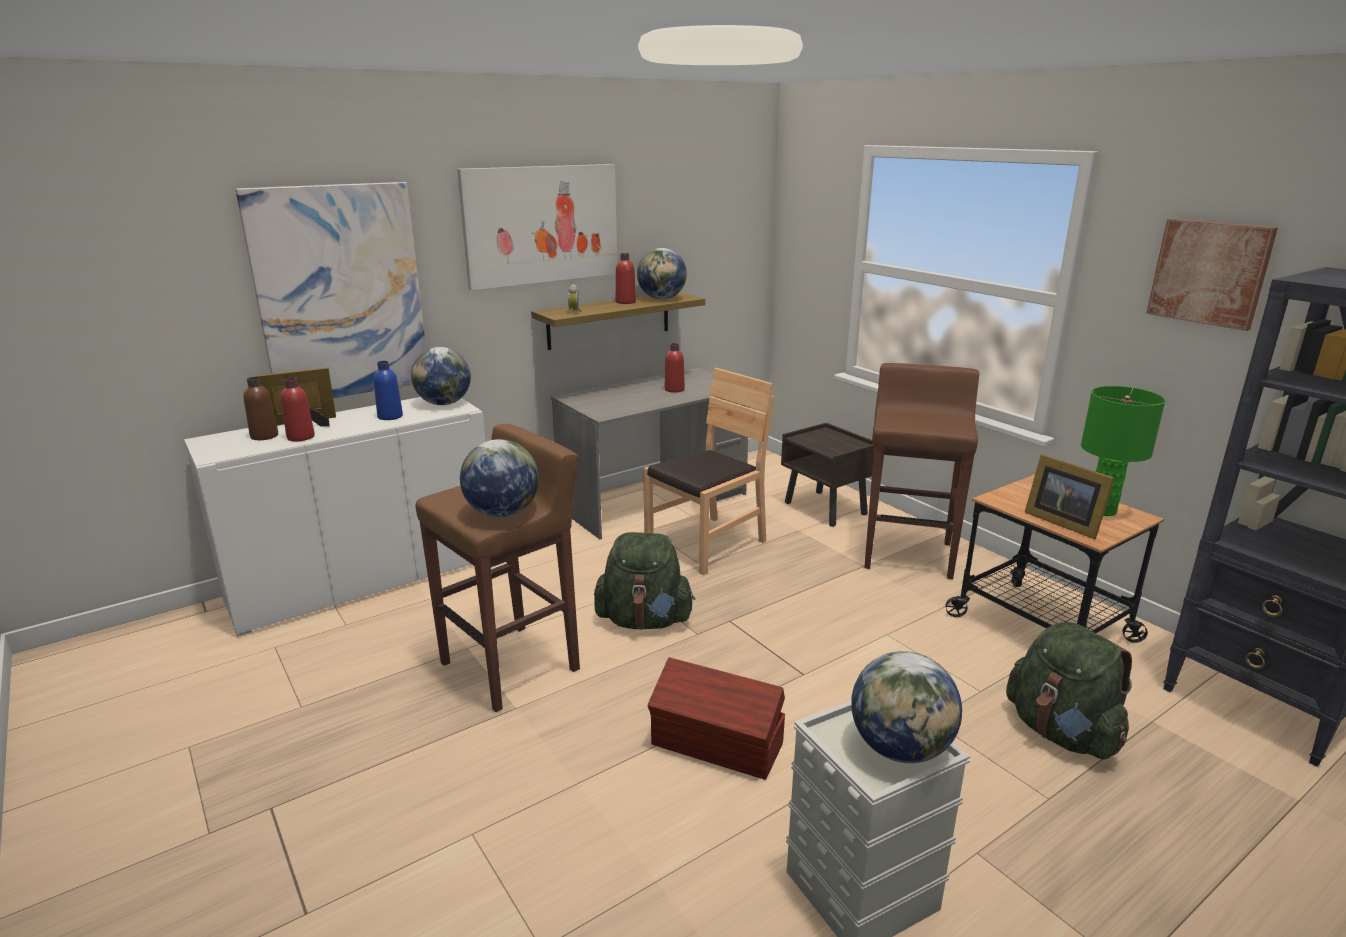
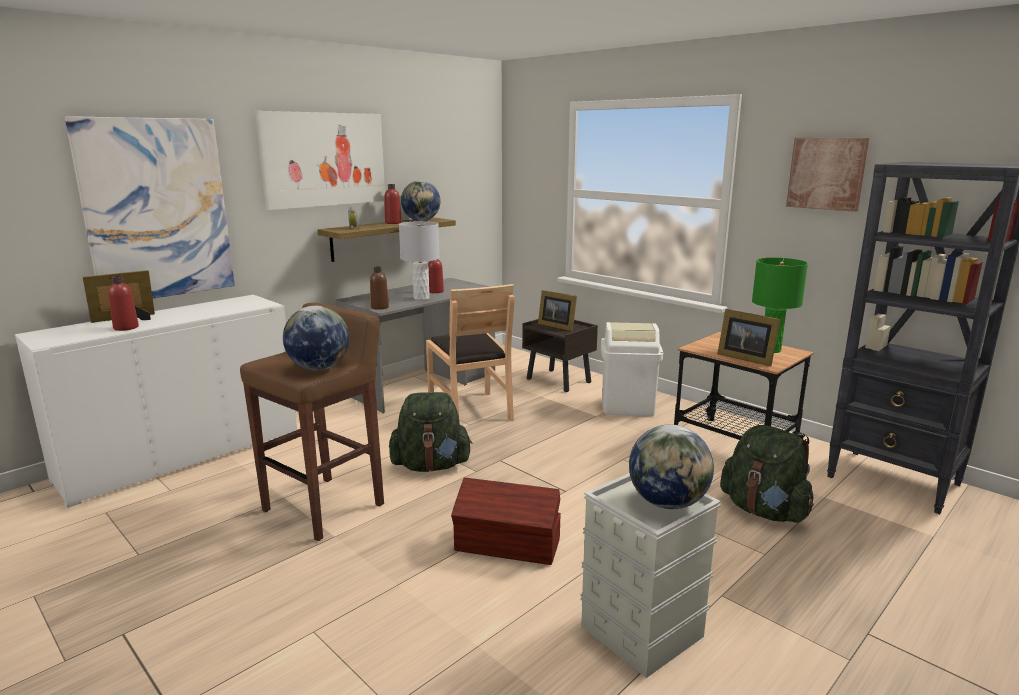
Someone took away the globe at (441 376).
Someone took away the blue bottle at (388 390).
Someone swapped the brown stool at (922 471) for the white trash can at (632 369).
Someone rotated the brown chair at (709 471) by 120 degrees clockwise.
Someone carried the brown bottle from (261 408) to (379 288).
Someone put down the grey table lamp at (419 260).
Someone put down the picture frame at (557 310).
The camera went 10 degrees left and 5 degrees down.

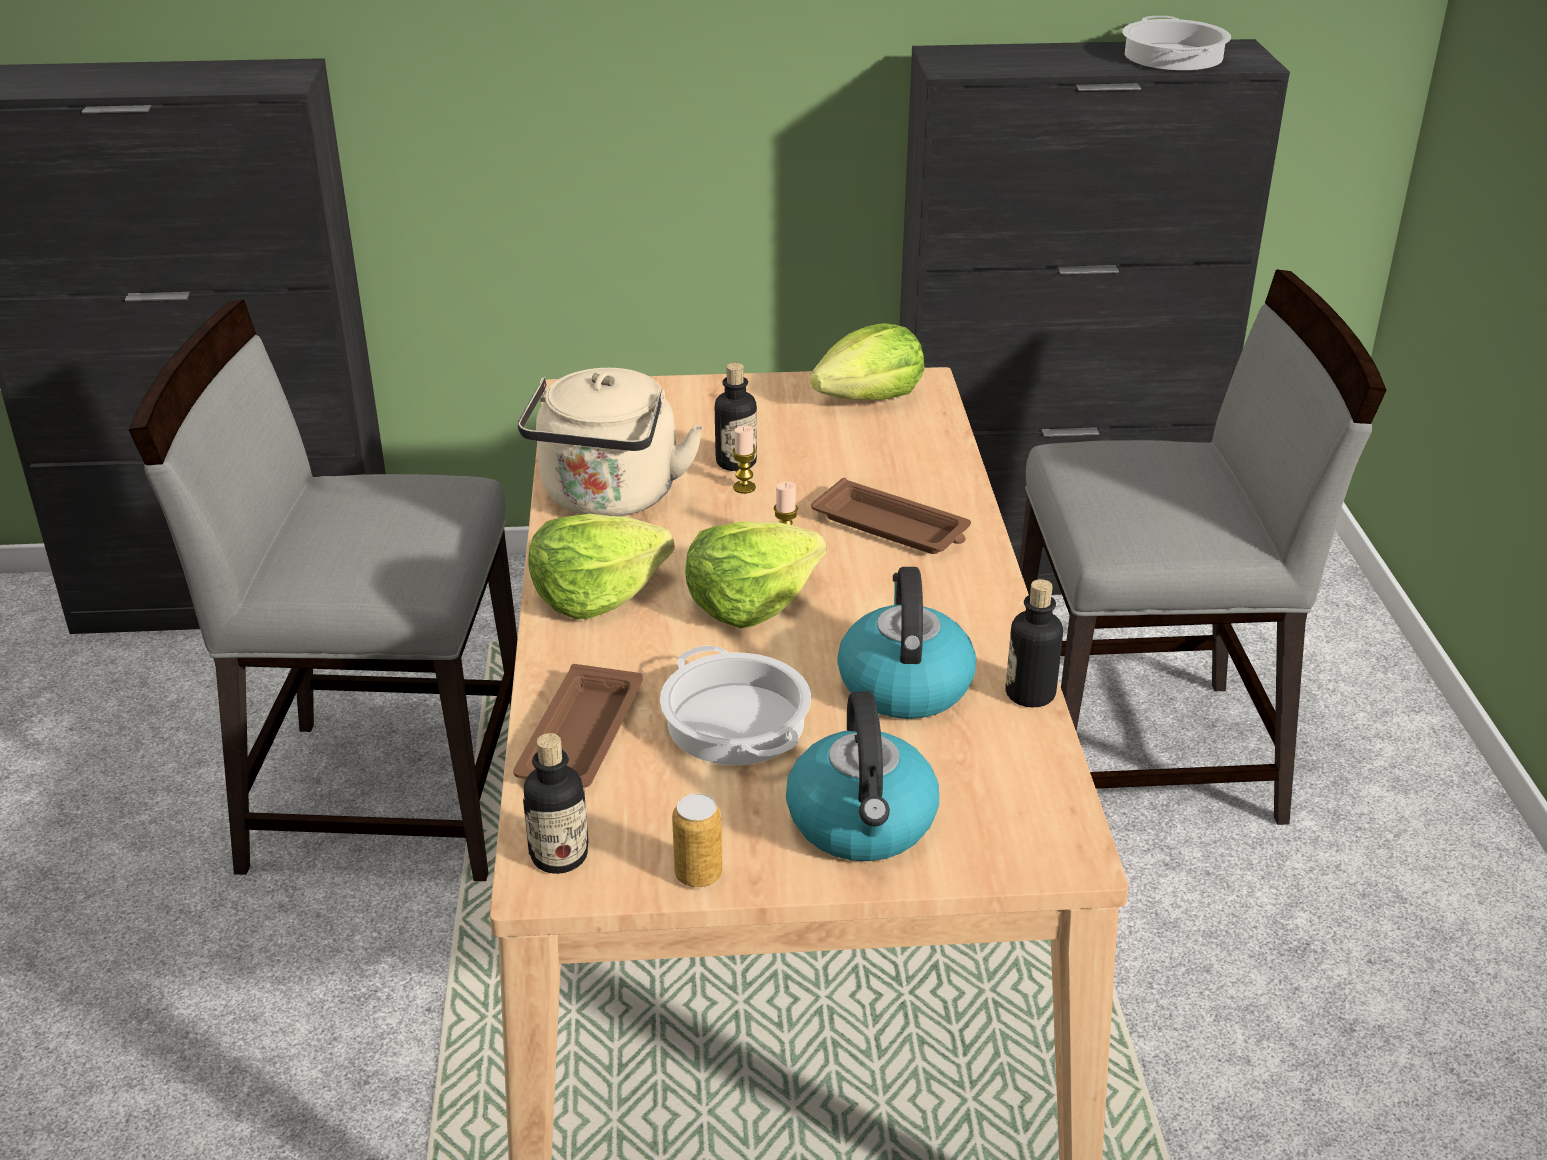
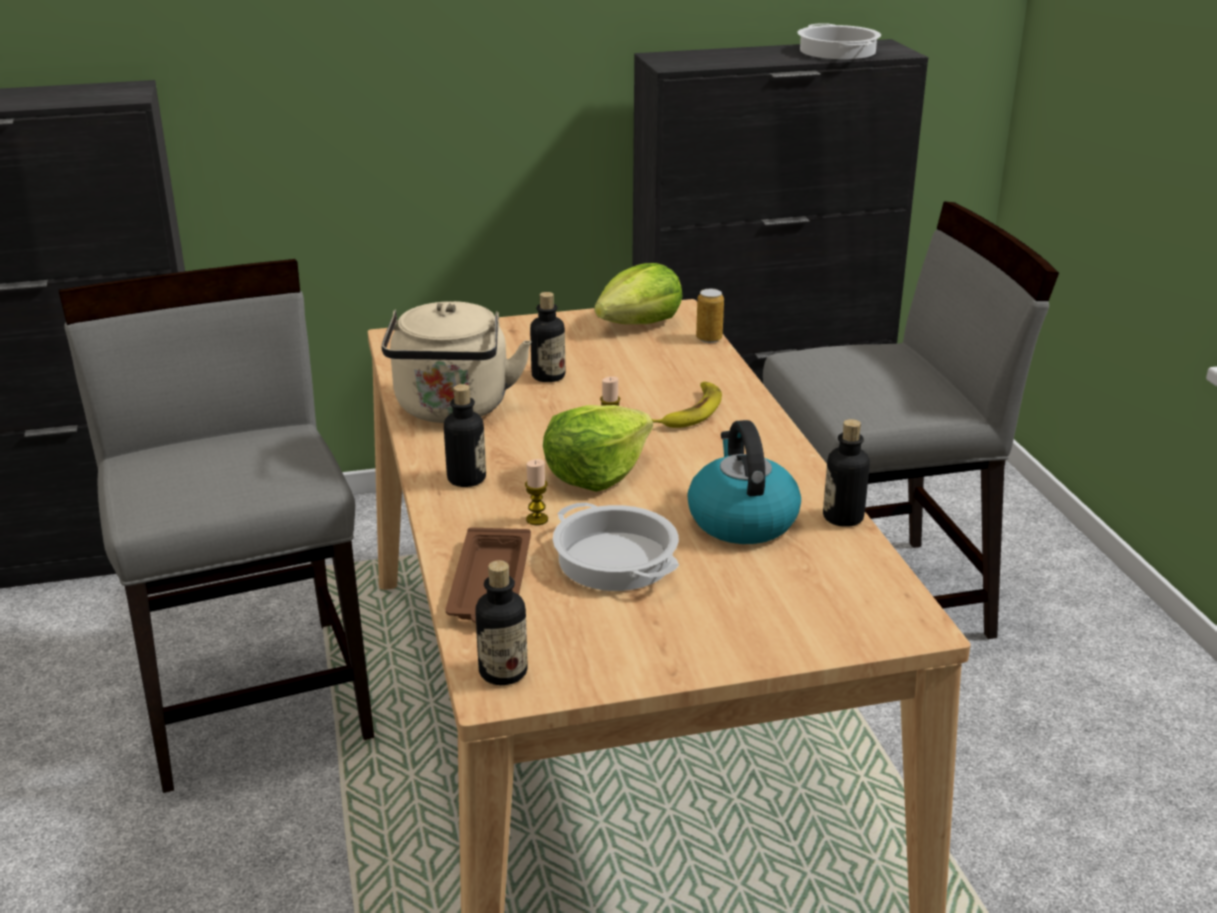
Someone rotated the grey chair at (323 590) by 75 degrees clockwise.
Someone carried the candle from (744 460) to (536 492).
Someone swapped the brown tray at (891 516) for the banana at (687 405).
Someone swapped the lettuce at (601 567) for the bottle at (465 435).
Someone took away the kettle at (862 776).
Someone carried the can from (697 840) to (710 316).
The camera went 10 degrees left and 5 degrees down.

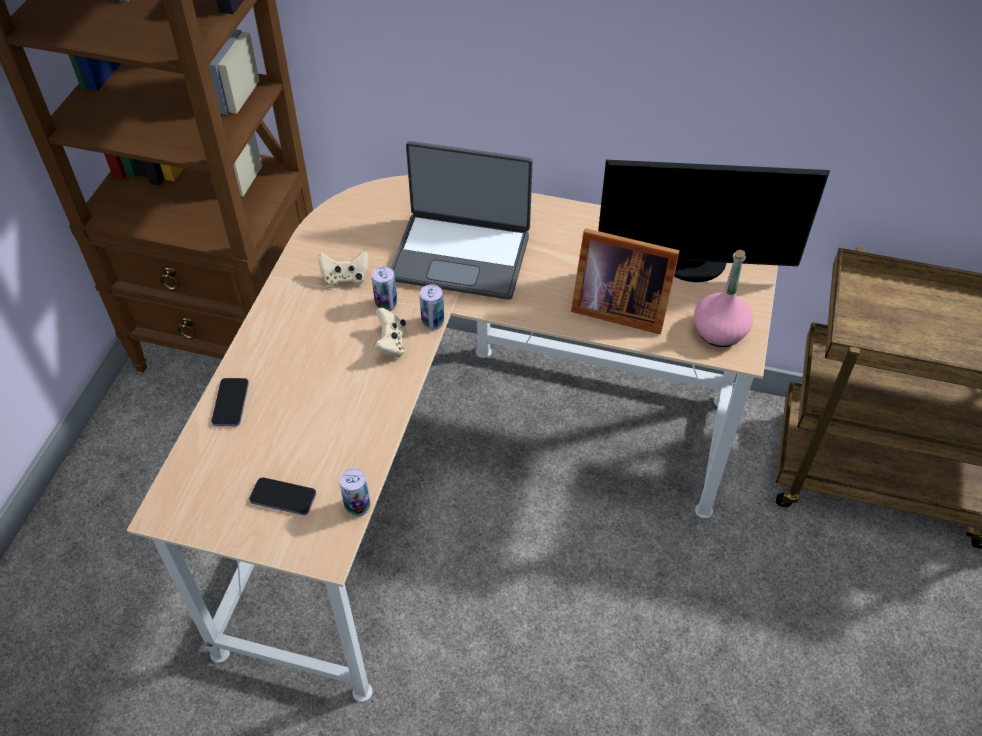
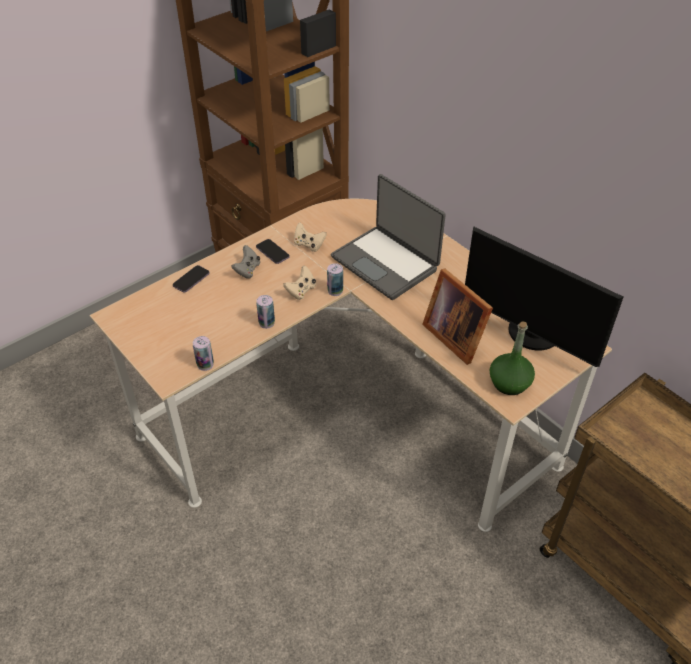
Someone repainted the pink bottle at (723 298), which became the green bottle at (512 358).
Someone carried the can from (384 288) to (265 312).
Someone carried the phone from (282 496) to (273 251).
Someone put down the grey game controller at (245 262).
The camera went 35 degrees right and 5 degrees down.

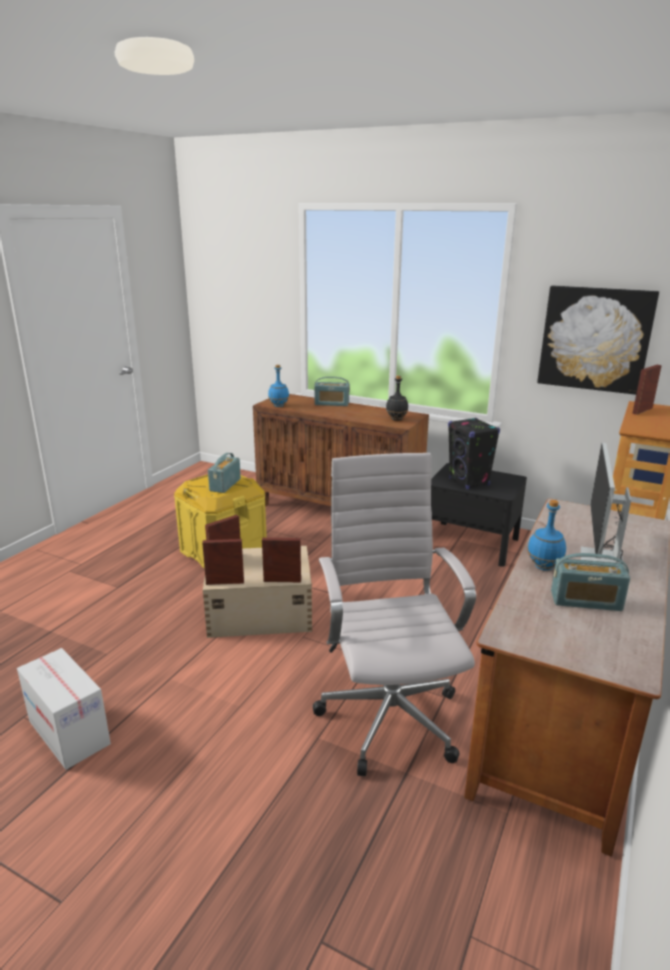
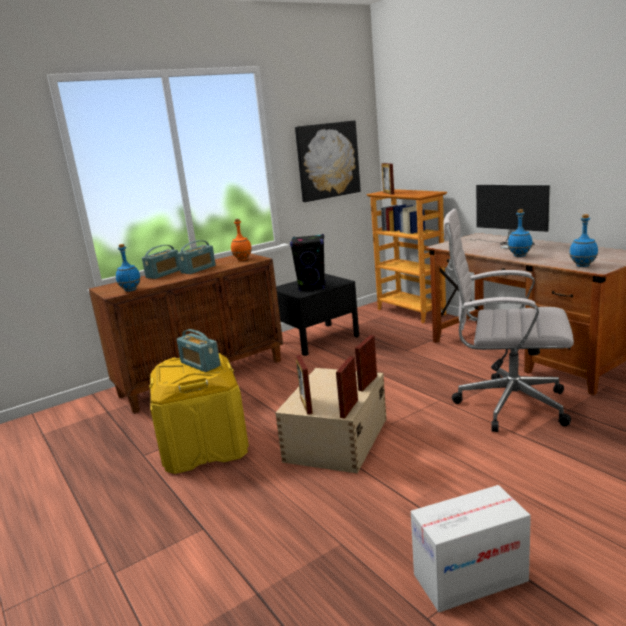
Someone repainted the black bottle at (397 398), which became the orange bottle at (241 240).
Someone carried the radio from (590 582) to (196 257).
Someone put down the blue bottle at (583 240).
The camera went 60 degrees left and 5 degrees down.

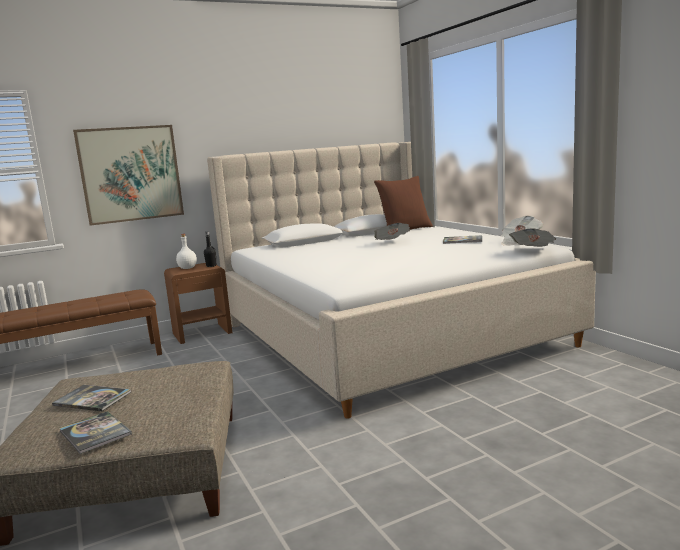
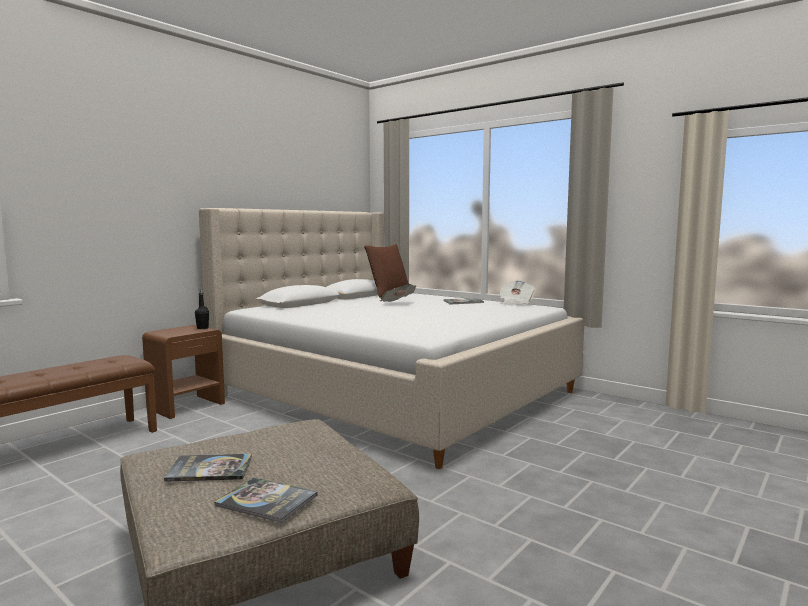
Someone took away the picture at (128 175).
Someone took away the newspaper at (532 237).
Someone took away the white bottle at (186 251).
The camera went 25 degrees left and 5 degrees down.

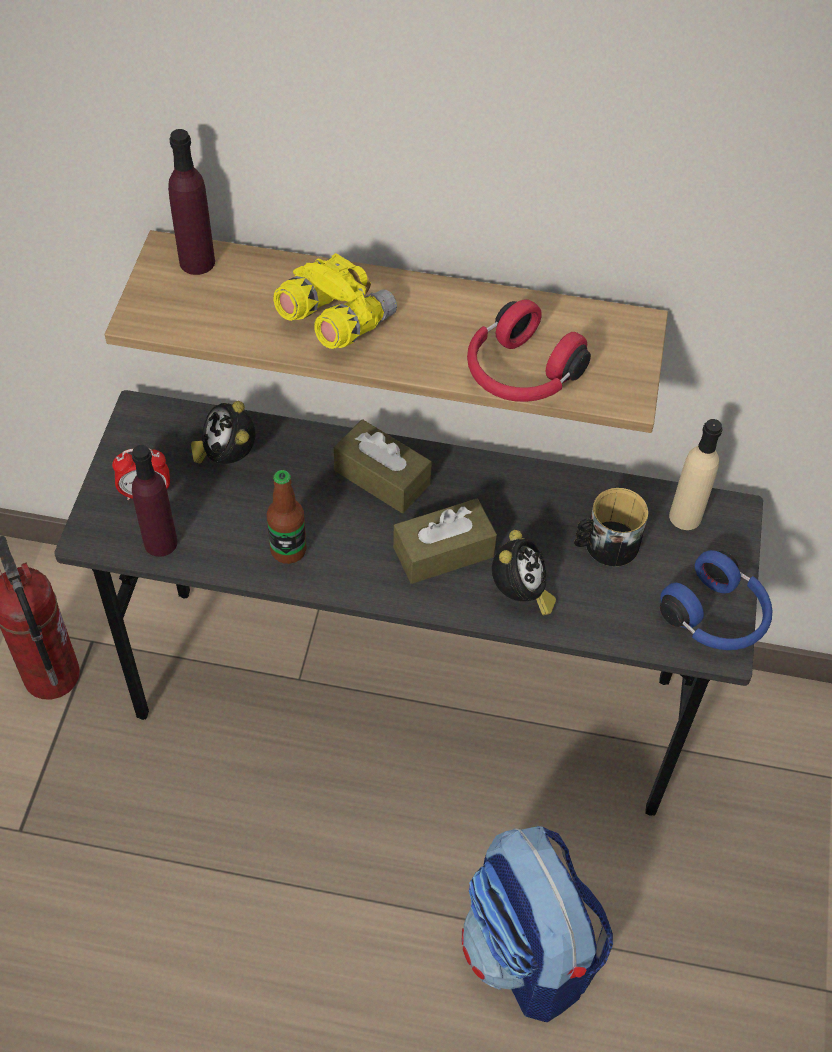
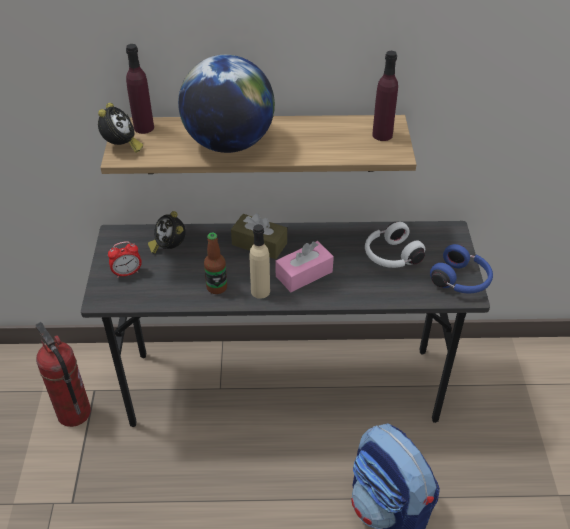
Someone swapped the yellow binoculars at (335 301) for the globe at (226 104).
Someone took away the red headphones at (529 350).
Someone carried the beige bottle from (695 474) to (260 261).
Someone carried the purple bottle from (155 501) to (385 96).
Someone swapped the mug at (611 527) for the white headphones at (395 245).
Someone repainted the brown tissue box at (445 541), which became the pink tissue box at (304 266).
Someone carried the alarm clock from (524 572) to (120 128).
The camera went 10 degrees left and 10 degrees down.

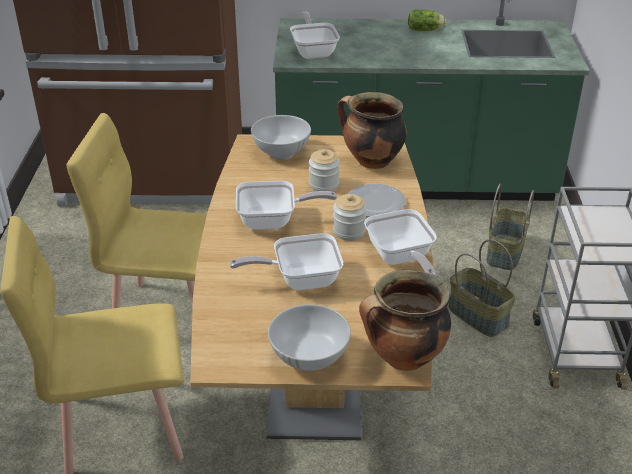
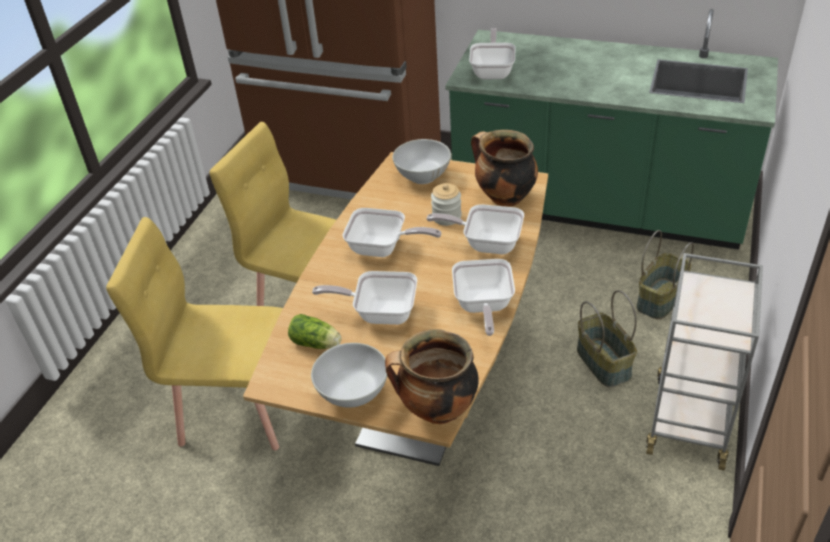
Someone carried the lettuce from (427 20) to (314 331).
Someone swapped the plate at (377 200) for the frying pan at (475 229).
Someone took away the jar at (350 217).
The camera went 20 degrees right and 5 degrees up.

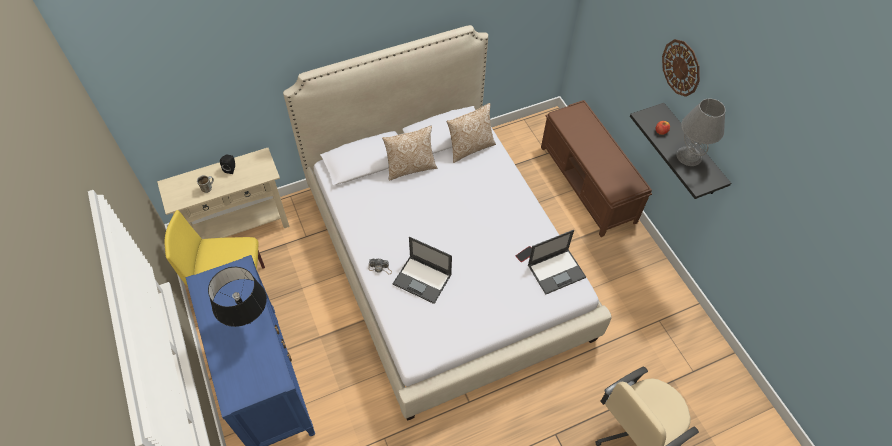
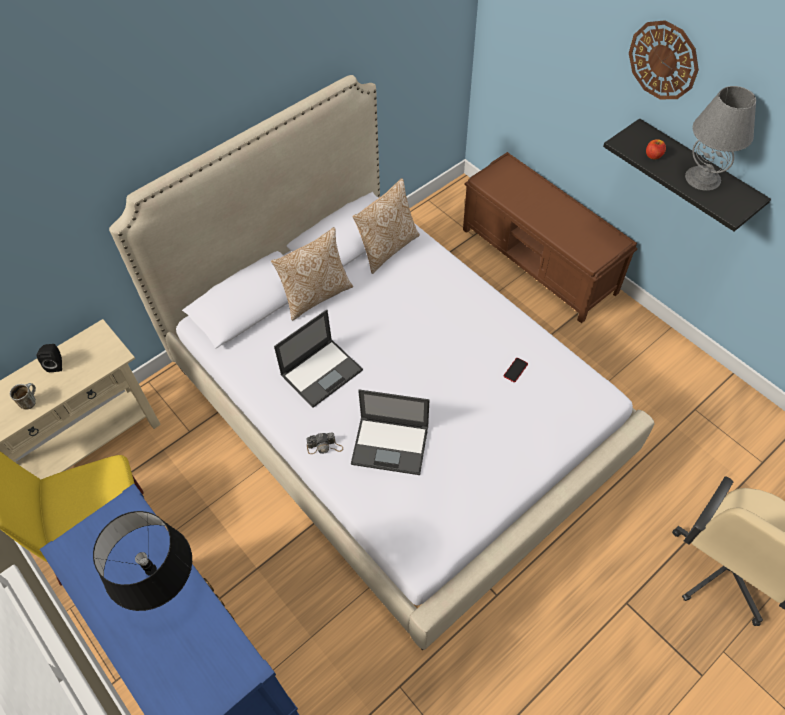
Someone carried the laptop from (557 262) to (318 359).
The camera went 15 degrees left and 0 degrees up.

